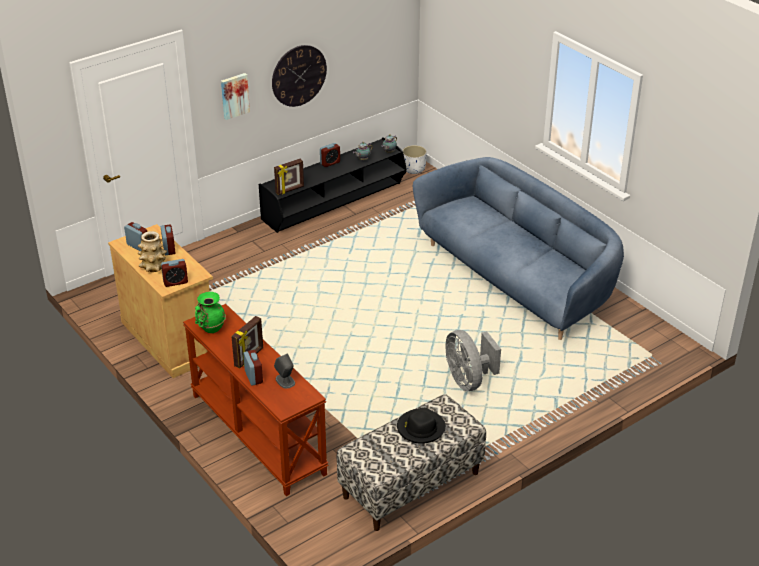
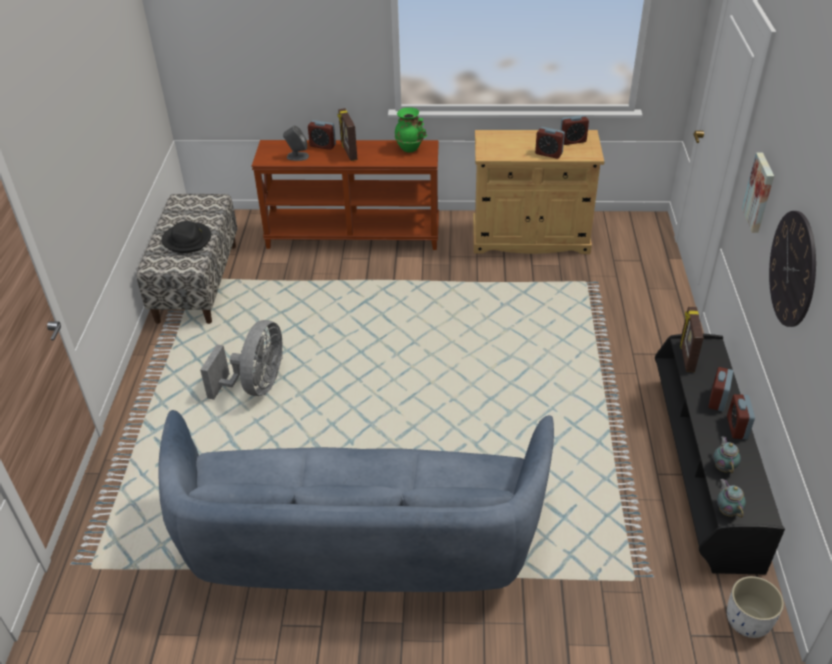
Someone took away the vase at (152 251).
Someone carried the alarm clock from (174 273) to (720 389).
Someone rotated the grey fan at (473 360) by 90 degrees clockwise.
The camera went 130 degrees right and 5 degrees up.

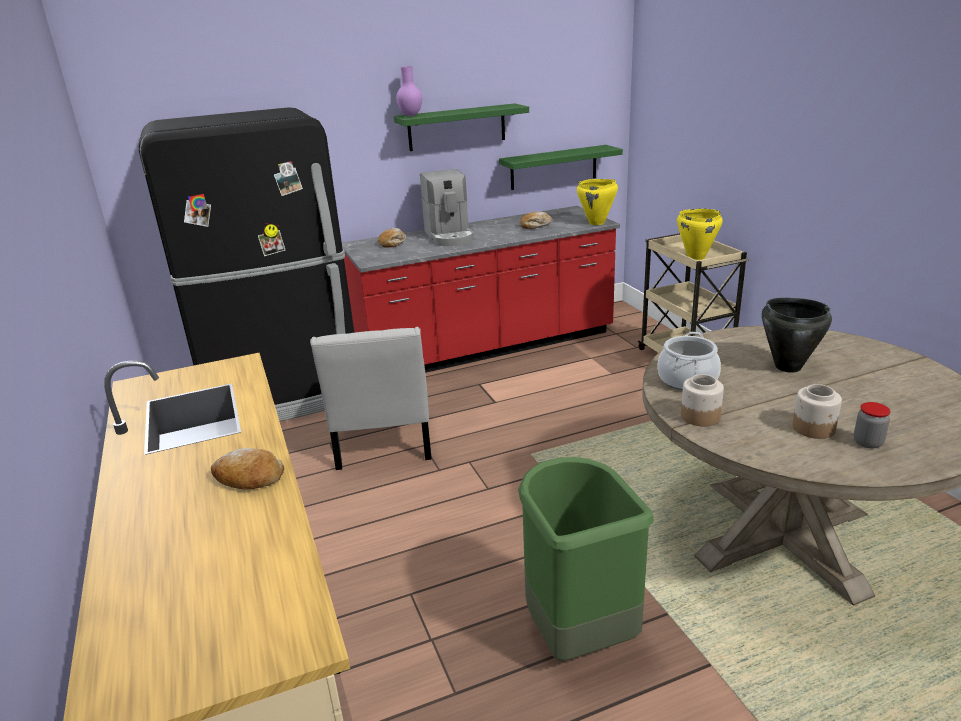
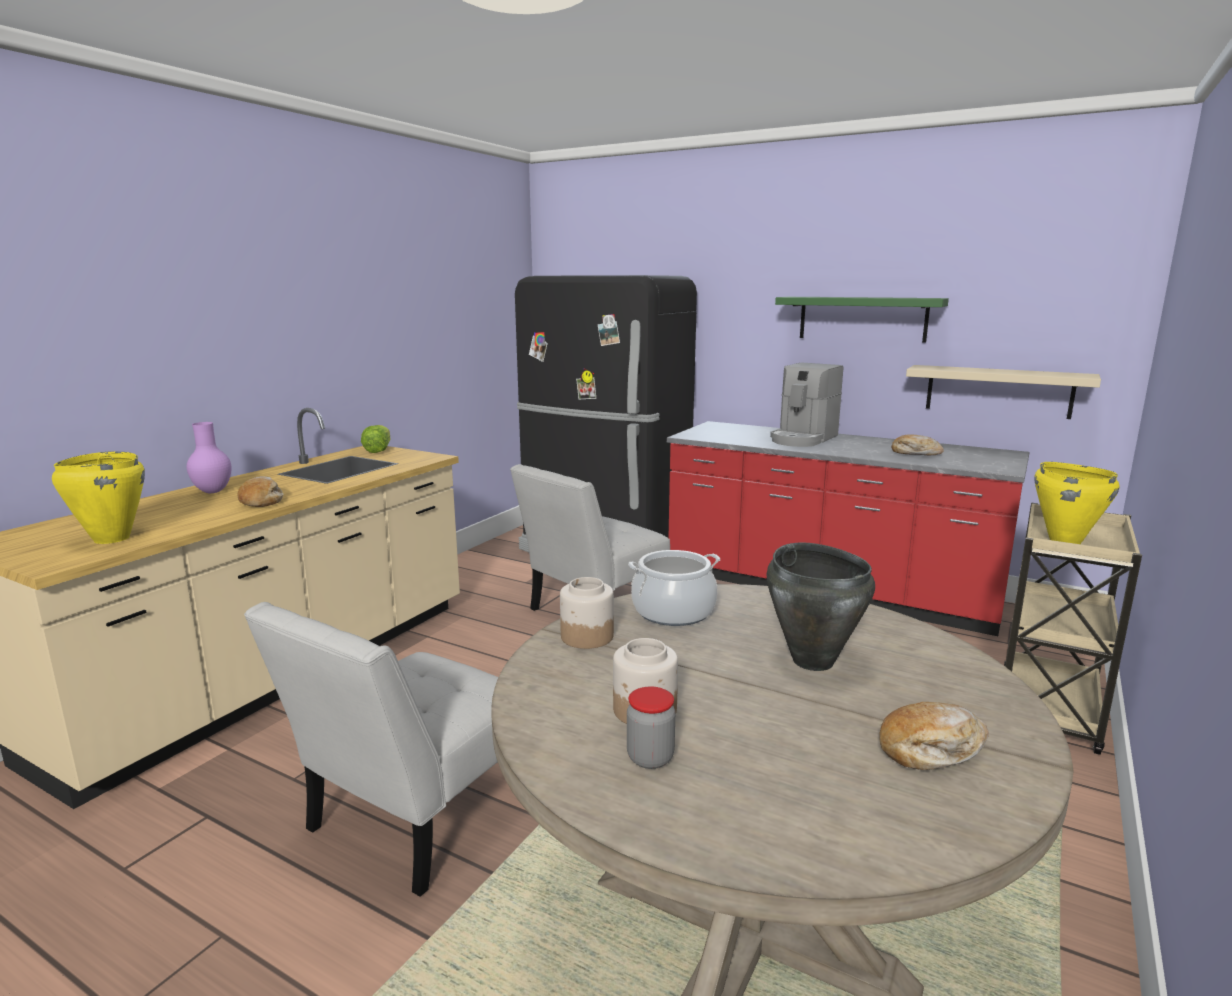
Someone carried the purple vase from (409 91) to (209 457).
Someone repainted the green shelf at (561 167), which became the beige shelf at (1003 392).
Someone carried the yellow cooking pot from (597 202) to (98 498).
Someone carried the bread from (392 238) to (934 736).
Someone swapped the green trash can at (586 559) for the white chair at (371 749).
Someone put down the lettuce at (375 439).
The camera went 50 degrees right and 10 degrees down.

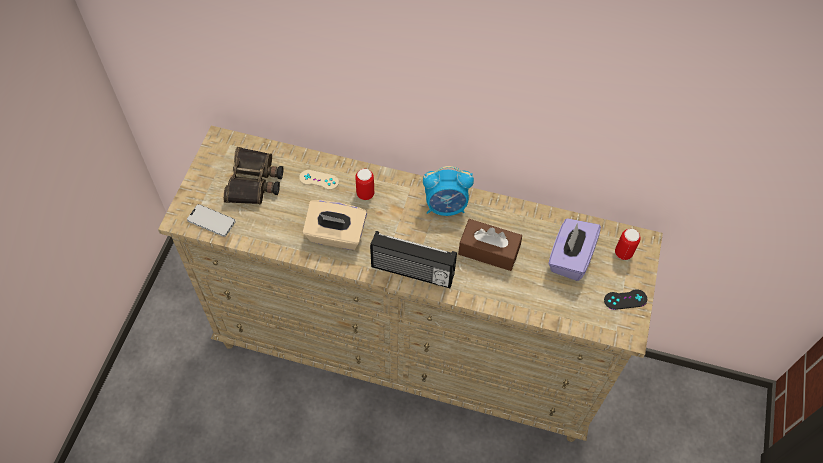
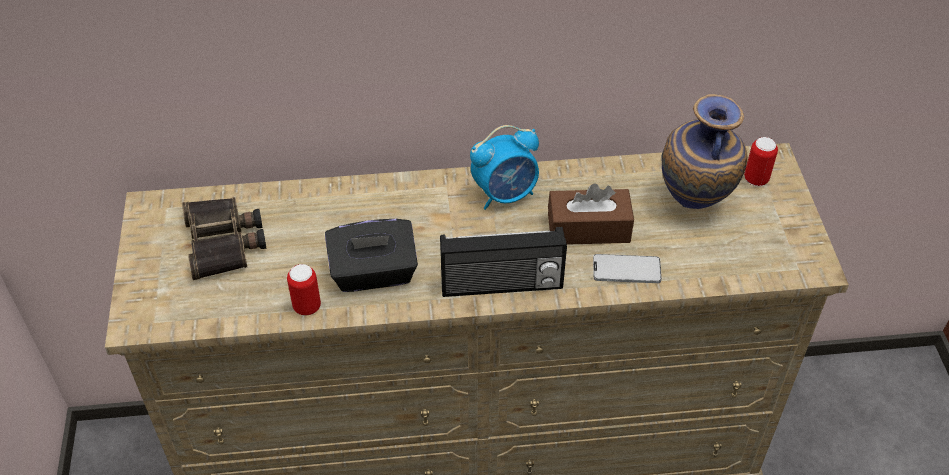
Someone carried the can from (364 184) to (304 290).
Someone took away the beige game controller at (319 180).
Someone repainted the beige tissue box at (335 225), which became the black tissue box at (371 255).
Someone carried the phone from (211 220) to (627 268).
Someone swapped the purple tissue box at (574 249) for the vase at (704 151).
Someone took away the black game controller at (625 299).
The camera went 20 degrees left and 10 degrees down.

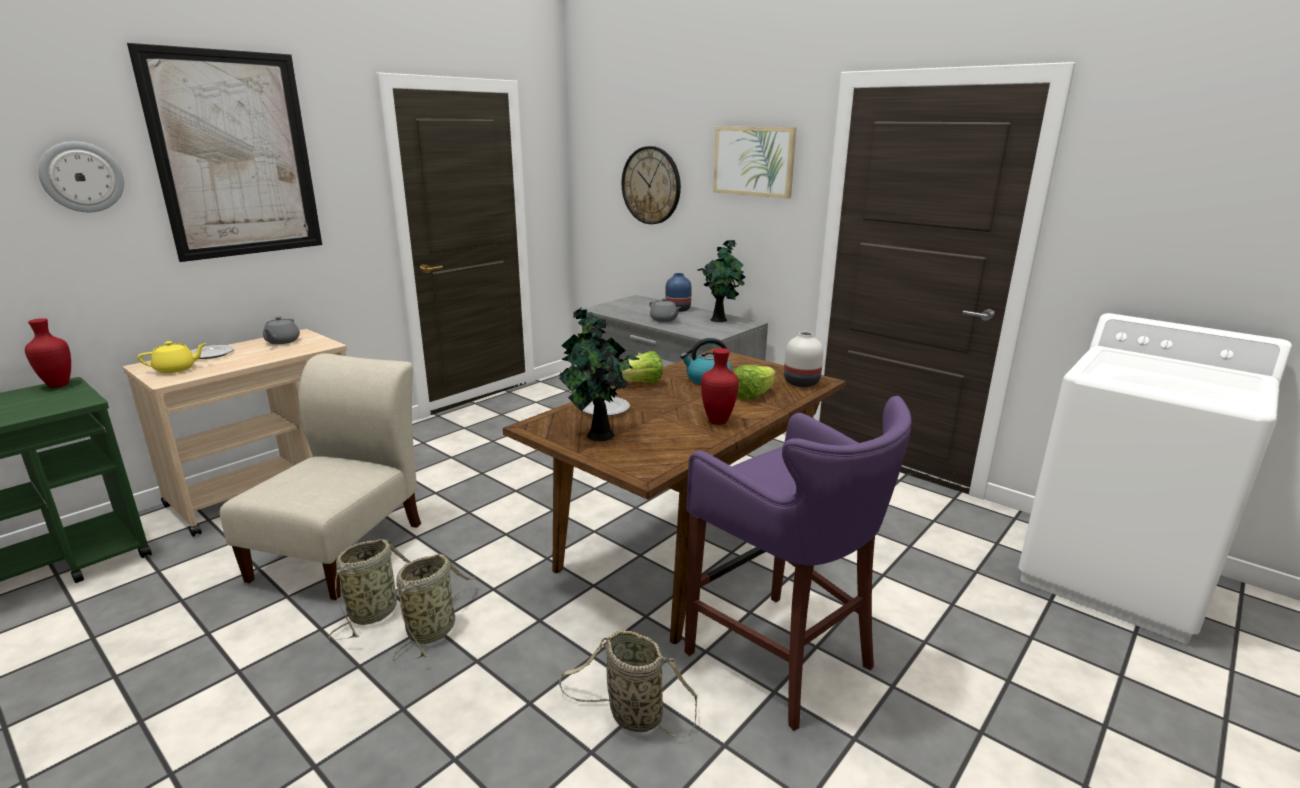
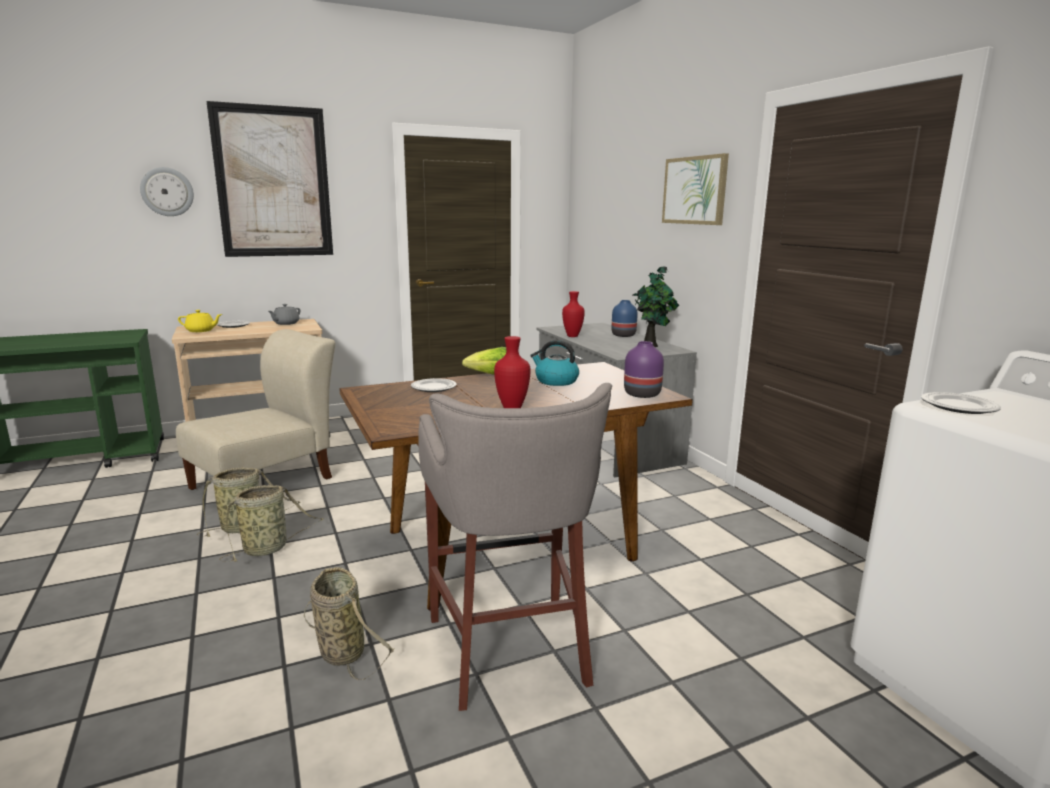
Someone took away the wall clock at (651 185).
Someone took away the grey teapot at (665 310).
Someone took away the potted plant at (599 374).
Someone carried the red vase from (48 353) to (573 314).
Someone repainted the white vase at (804 359), which became the purple vase at (644 369).
Someone took away the lettuce at (754 382).
Someone repainted the purple stool at (797 563), which became the grey stool at (515 547).
Someone put down the plate at (961 403).
The camera went 25 degrees right and 5 degrees down.

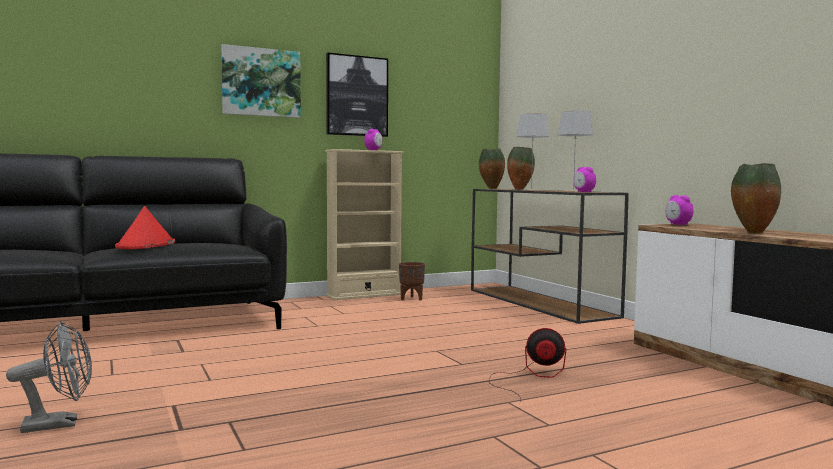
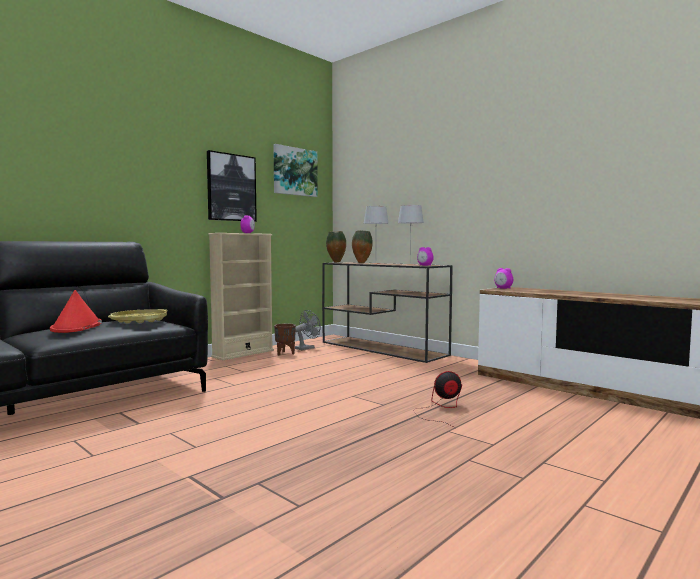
Someone carried the picture from (261 81) to (295 170).
Someone took away the vase at (756 198).
Someone carried the grey fan from (49 377) to (308 330).
Someone put down the yellow tray at (138 316).
The camera went 20 degrees left and 0 degrees up.

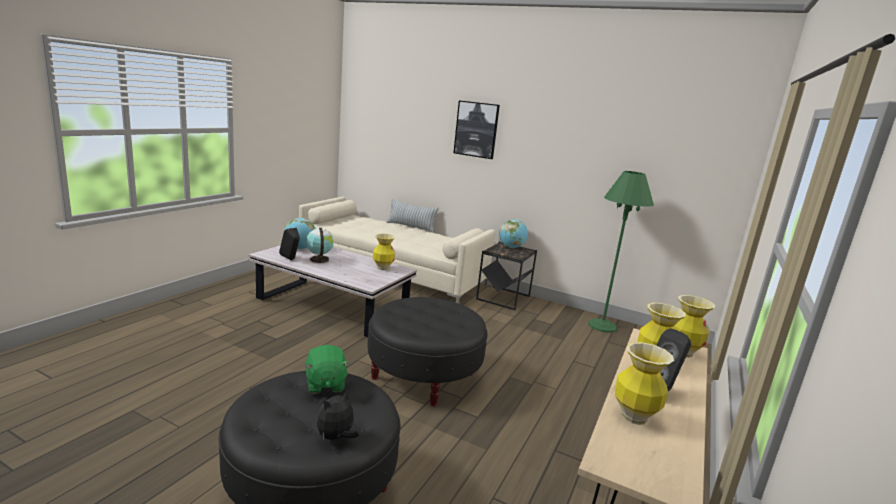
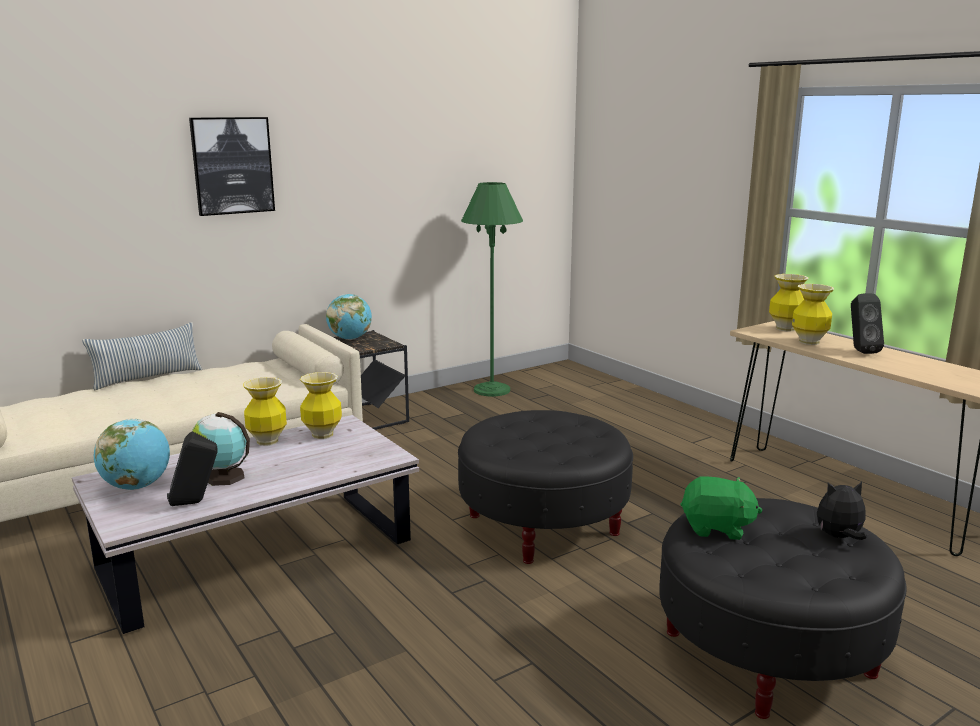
Someone carried the vase from (644 383) to (265 411).
Someone rotated the plush toy at (338 416) by 105 degrees clockwise.
The camera went 60 degrees left and 0 degrees up.

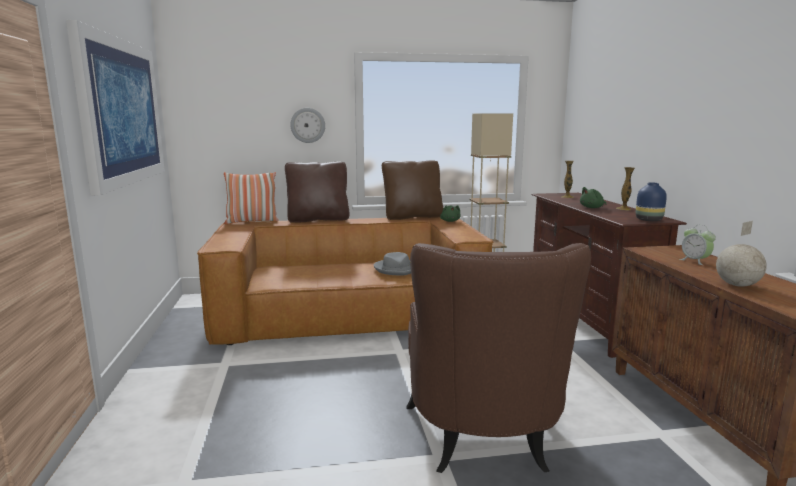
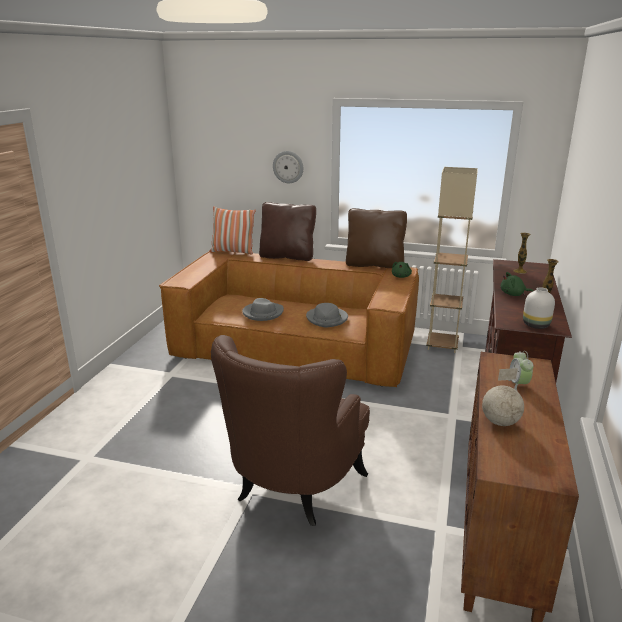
Someone took away the picture at (115 108).
Someone repainted the blue vase at (651 201), which became the white vase at (539 308).
Someone put down the grey hat at (263 309).
The camera went 25 degrees right and 10 degrees up.

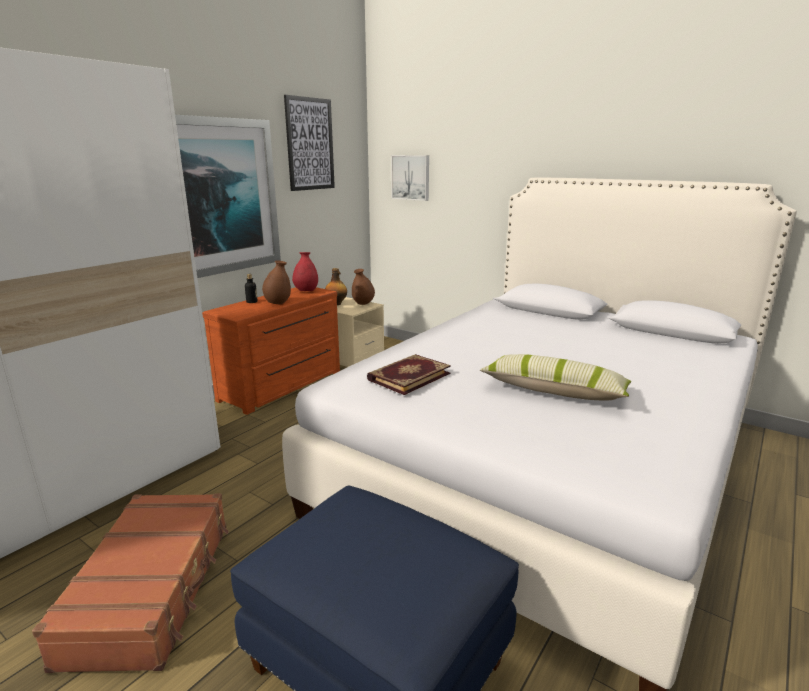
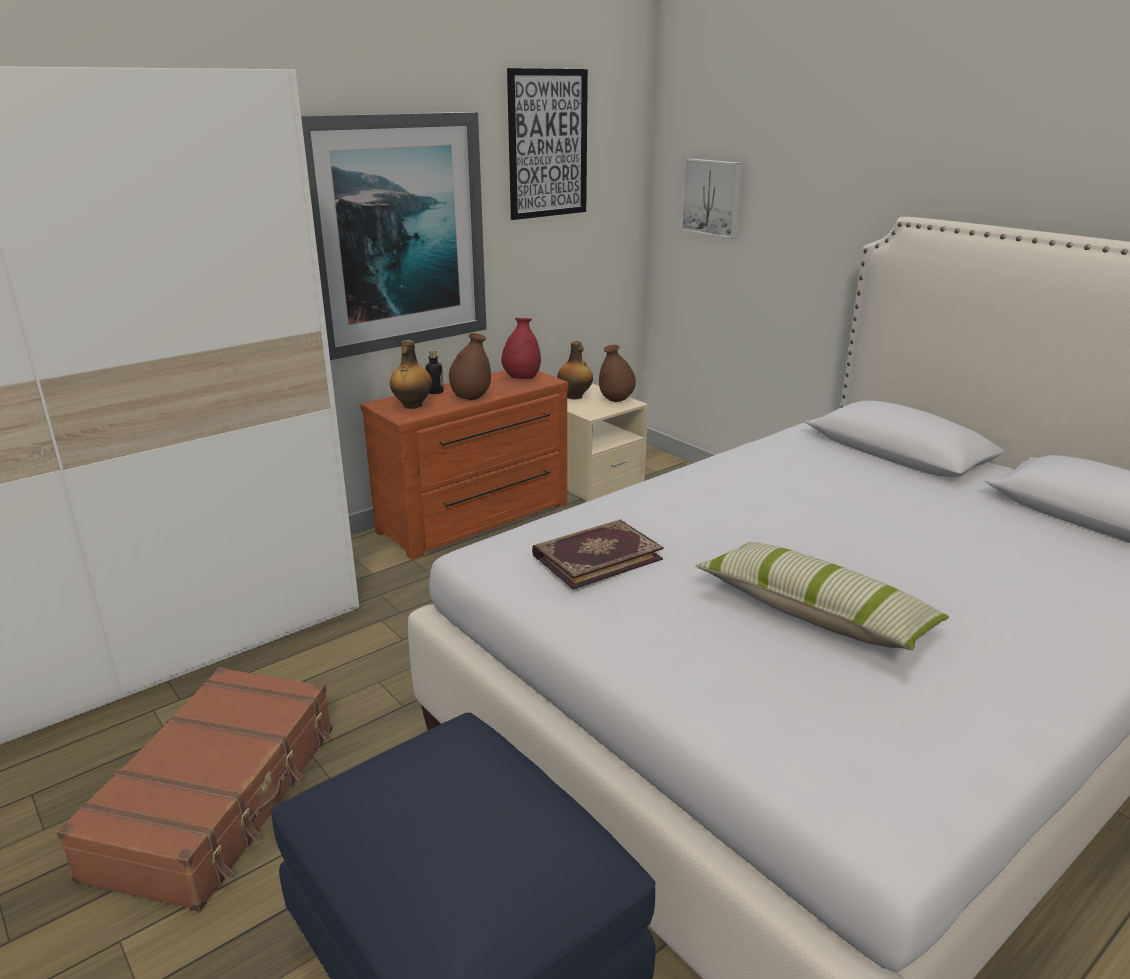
Someone put down the bottle at (411 374).
The camera went 15 degrees right and 5 degrees up.

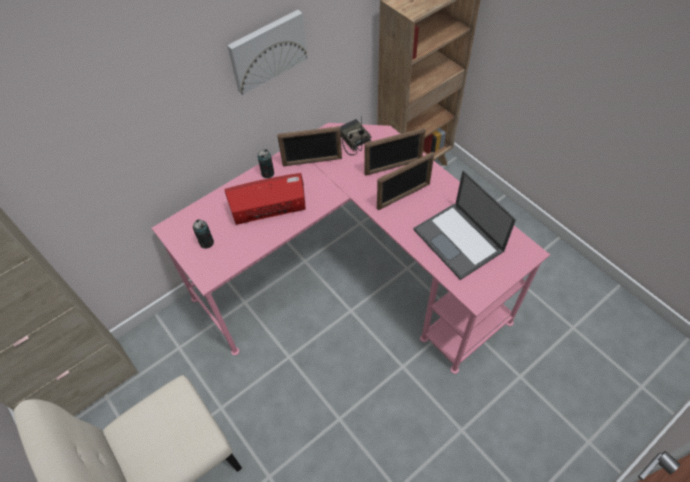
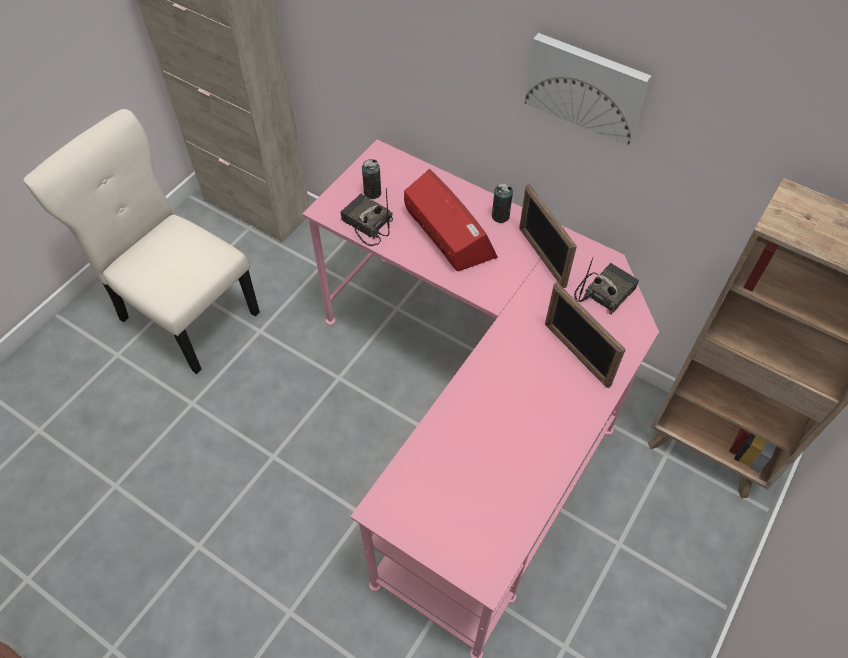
Someone took away the picture frame at (405 181).
Someone took away the laptop at (464 225).
Someone put down the radio at (367 217).
The camera went 70 degrees right and 0 degrees up.

